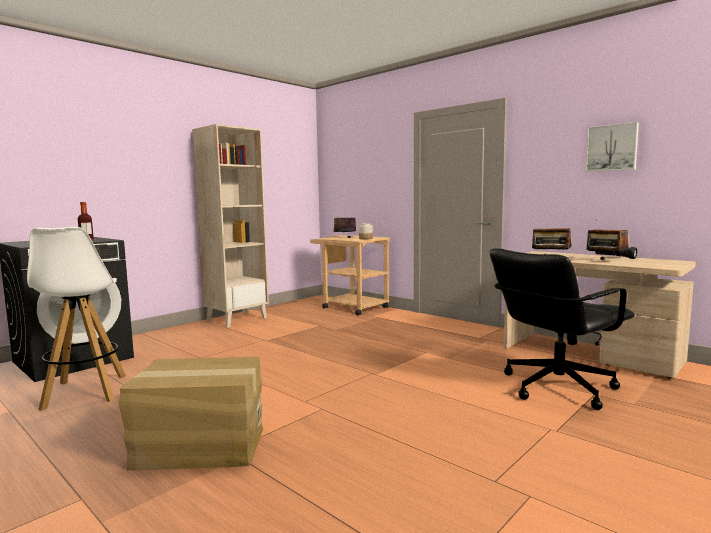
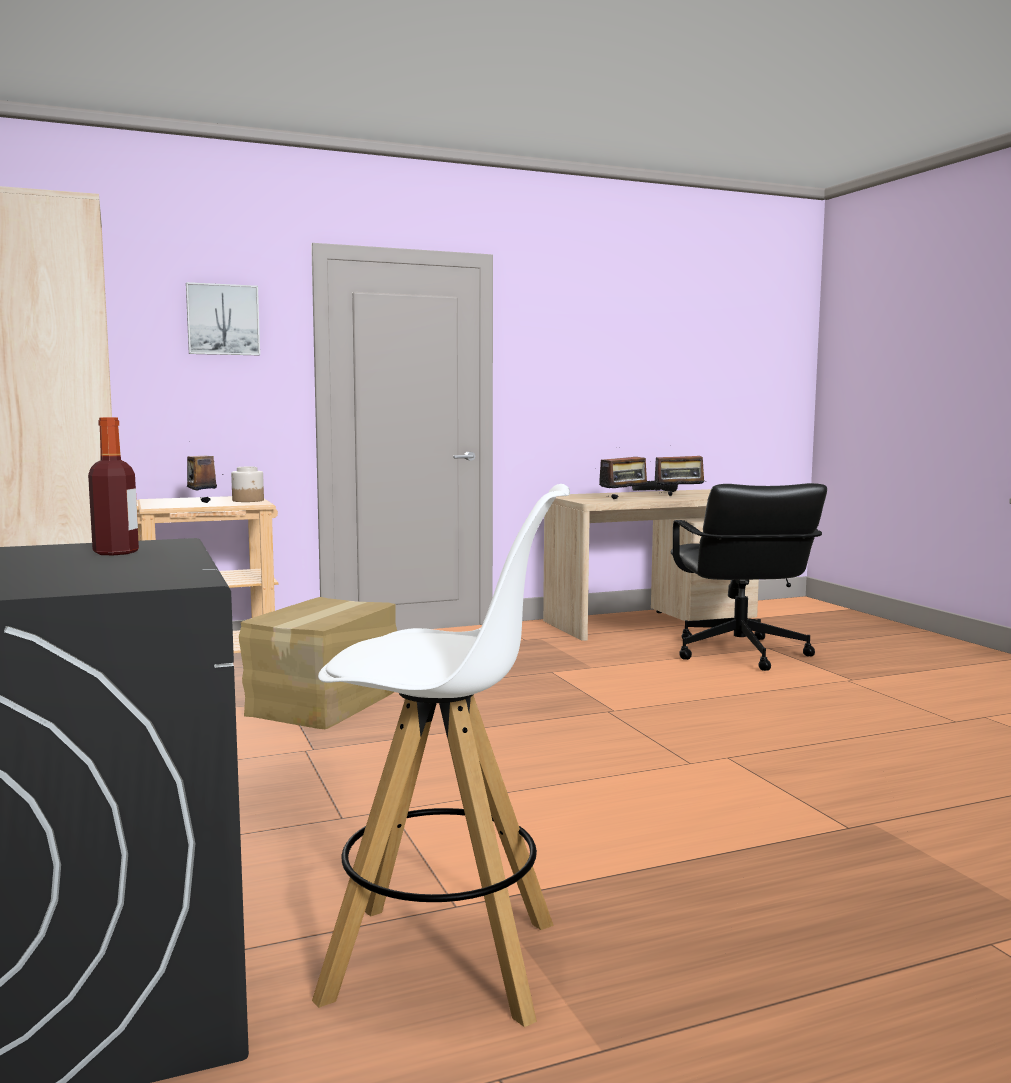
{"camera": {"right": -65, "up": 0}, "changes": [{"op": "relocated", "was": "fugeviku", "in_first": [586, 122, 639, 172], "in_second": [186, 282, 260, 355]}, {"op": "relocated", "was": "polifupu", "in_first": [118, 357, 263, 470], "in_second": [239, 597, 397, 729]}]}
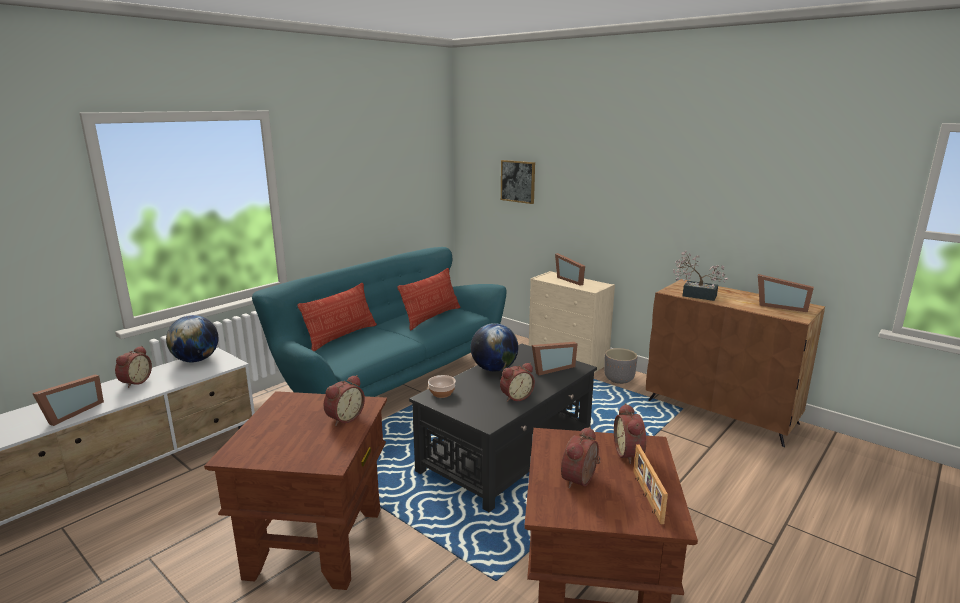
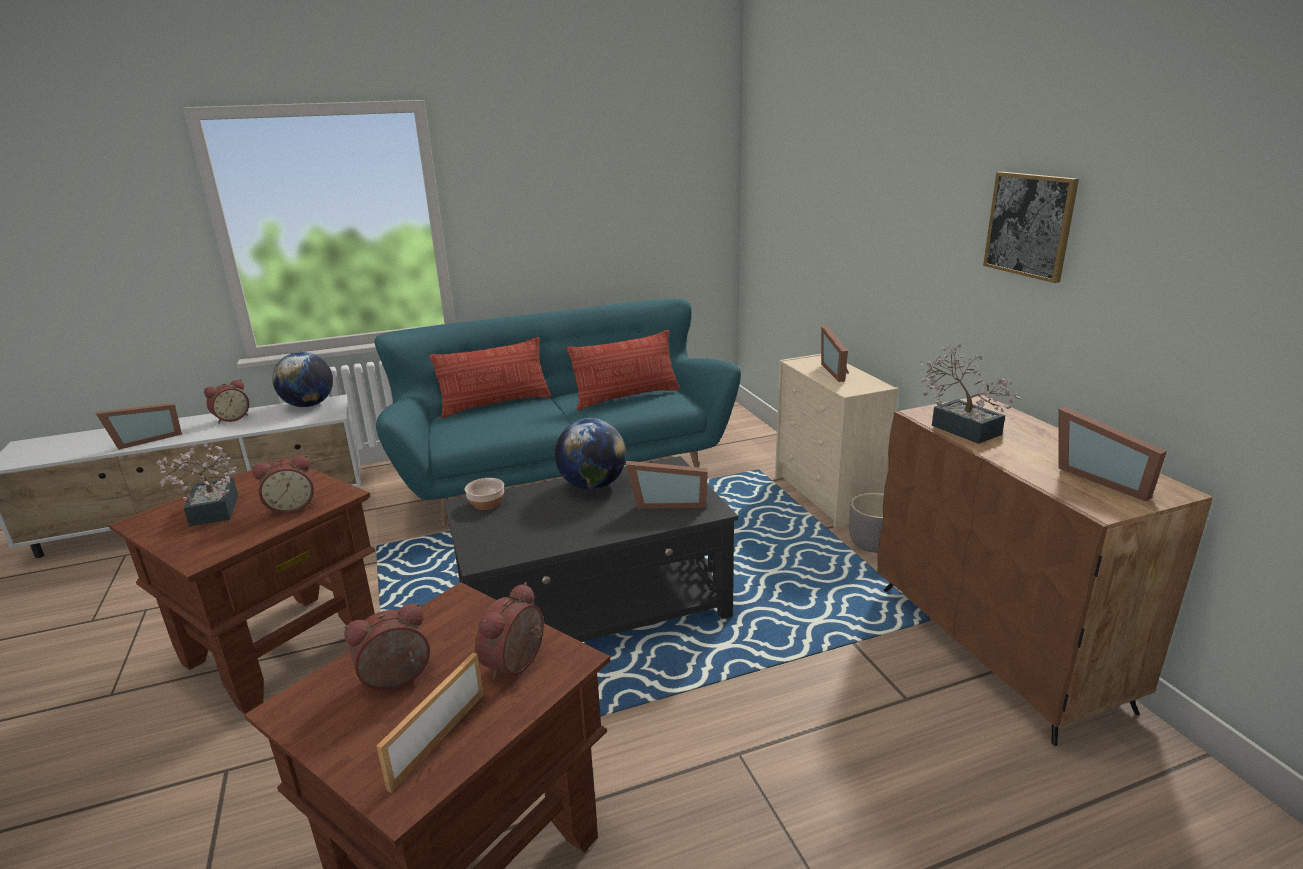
{"camera": {"right": 30, "up": 5}, "changes": [{"op": "relocated", "was": "fugeviku", "in_first": [501, 160, 535, 204], "in_second": [983, 172, 1079, 283]}, {"op": "missing", "was": "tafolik", "in_first": [500, 363, 535, 402]}, {"op": "appeared", "now": "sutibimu", "in_second": [157, 443, 238, 527]}]}
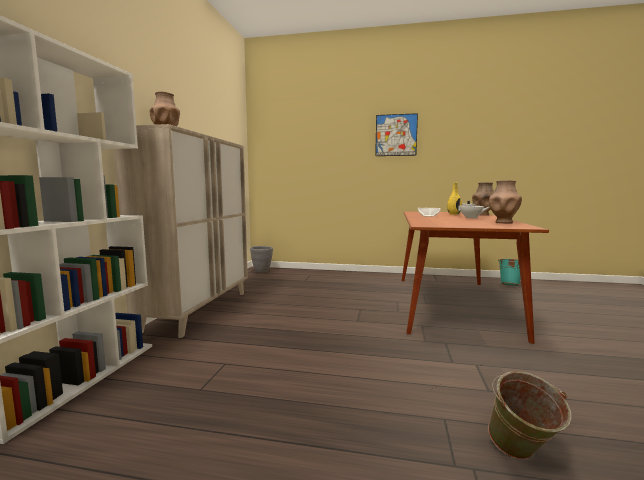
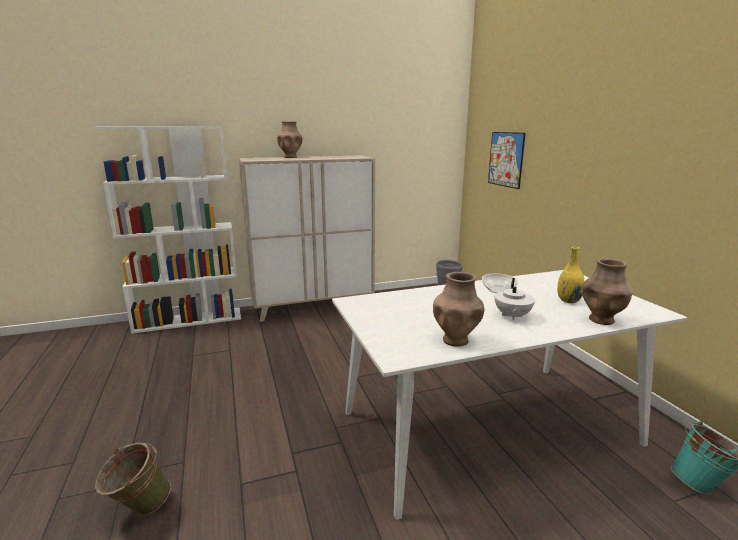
{"camera": {"right": 60, "up": 10}, "changes": [{"op": "relocated", "was": "fugeviku", "in_first": [375, 113, 418, 156], "in_second": [488, 132, 526, 189]}, {"op": "colour", "was": "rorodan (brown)", "now": "rorodan (white)", "in_first": [402, 211, 549, 344], "in_second": [332, 270, 687, 520]}]}
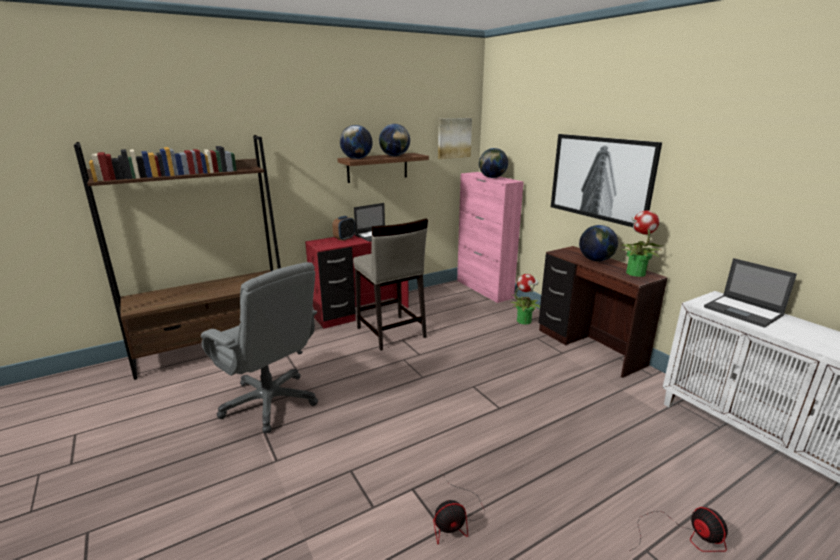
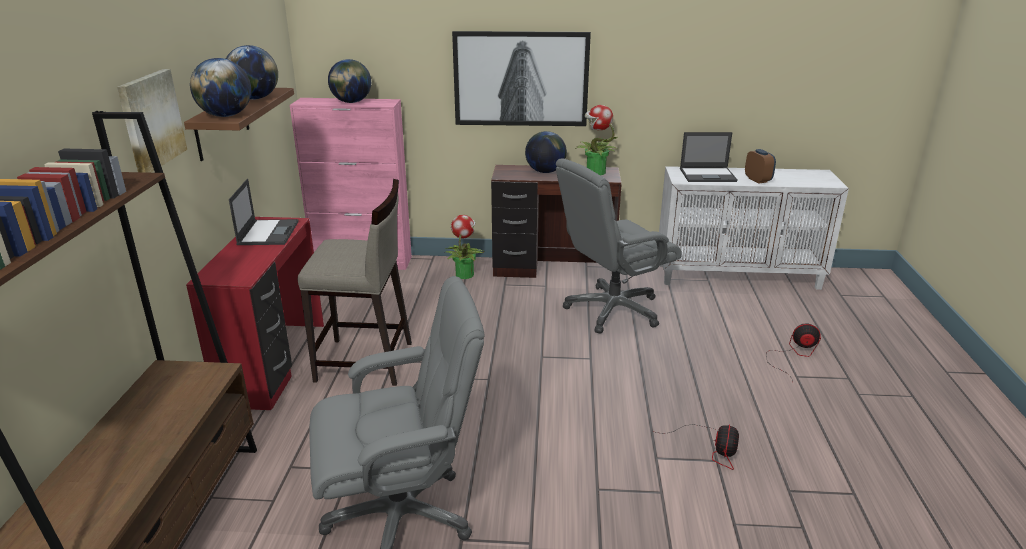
{"camera": {"right": -55, "up": 5}, "changes": [{"op": "relocated", "was": "fugeviku", "in_first": [438, 118, 472, 159], "in_second": [117, 69, 187, 173]}, {"op": "relocated", "was": "tafolik", "in_first": [332, 216, 355, 241], "in_second": [745, 149, 776, 184]}, {"op": "appeared", "now": "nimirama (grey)", "in_second": [556, 158, 682, 334]}]}
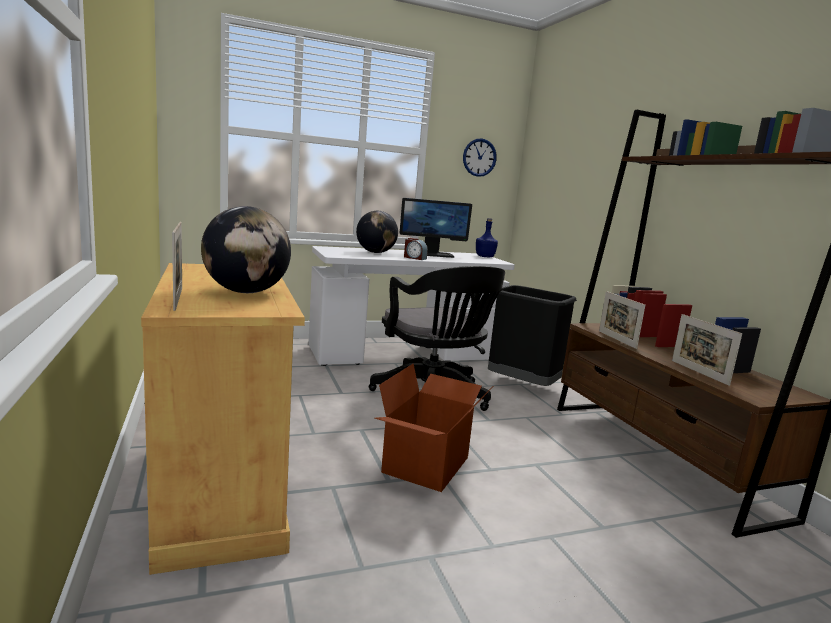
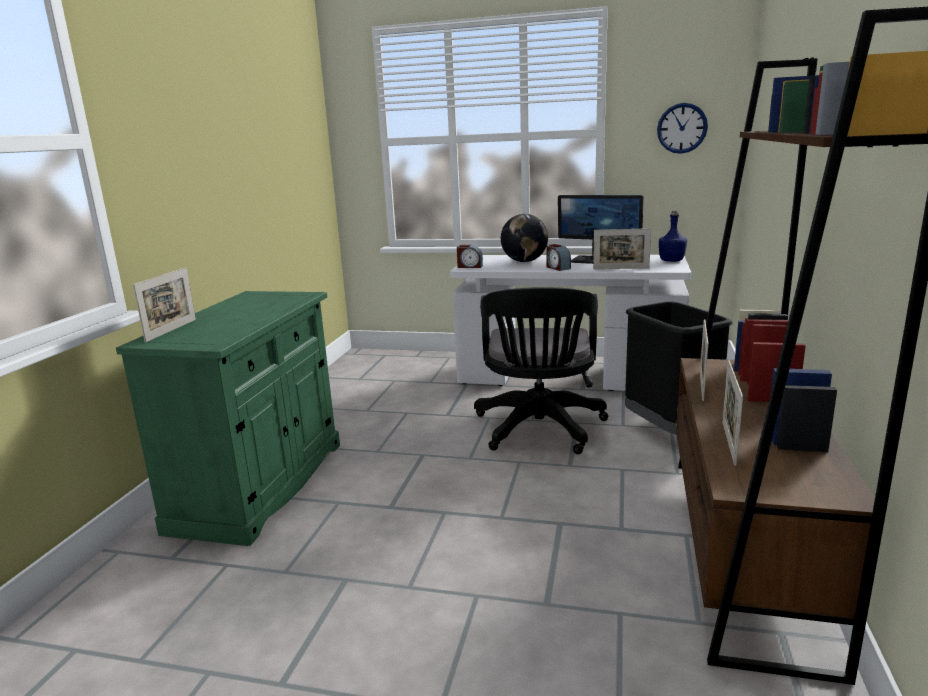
{"camera": {"right": 35, "up": 5}, "changes": [{"op": "missing", "was": "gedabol", "in_first": [201, 206, 291, 293]}, {"op": "colour", "was": "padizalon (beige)", "now": "padizalon (green)", "in_first": [141, 263, 305, 575], "in_second": [116, 291, 340, 546]}, {"op": "missing", "was": "polifupu", "in_first": [374, 364, 493, 492]}, {"op": "appeared", "now": "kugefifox", "in_second": [593, 228, 651, 269]}, {"op": "appeared", "now": "tafolik", "in_second": [457, 245, 483, 268]}]}
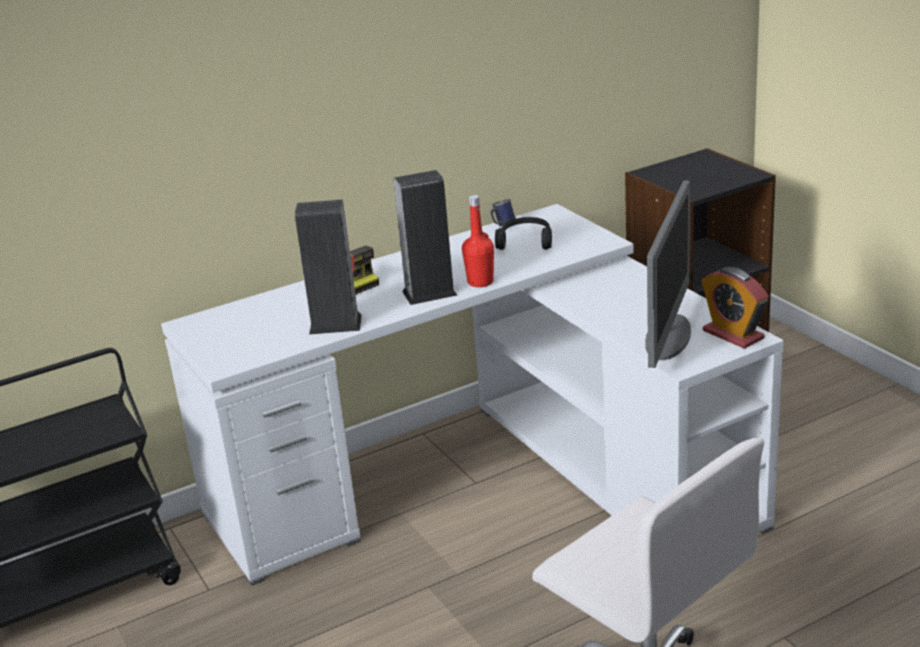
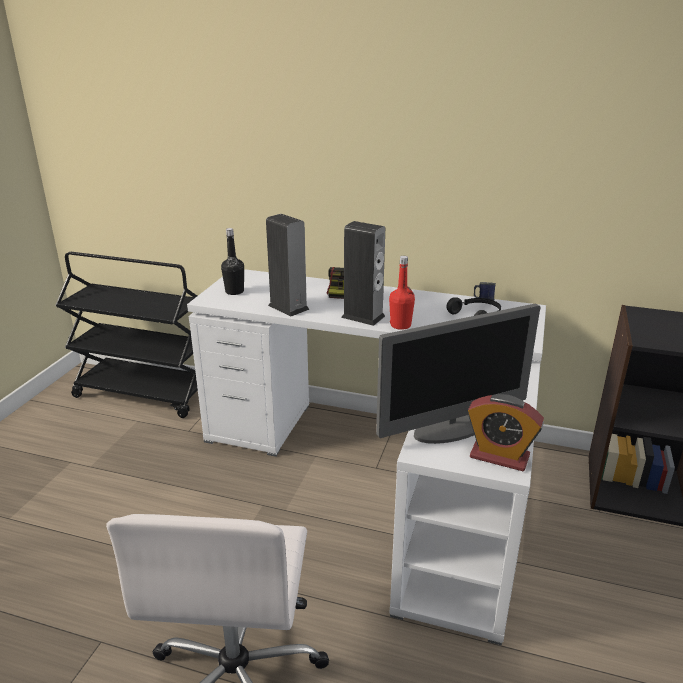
{"camera": {"right": 45, "up": 0}, "changes": [{"op": "spun", "was": "tafolik", "in_first": [701, 267, 769, 349], "in_second": [467, 394, 544, 471], "clockwise": -75}, {"op": "appeared", "now": "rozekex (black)", "in_second": [221, 228, 244, 295]}]}
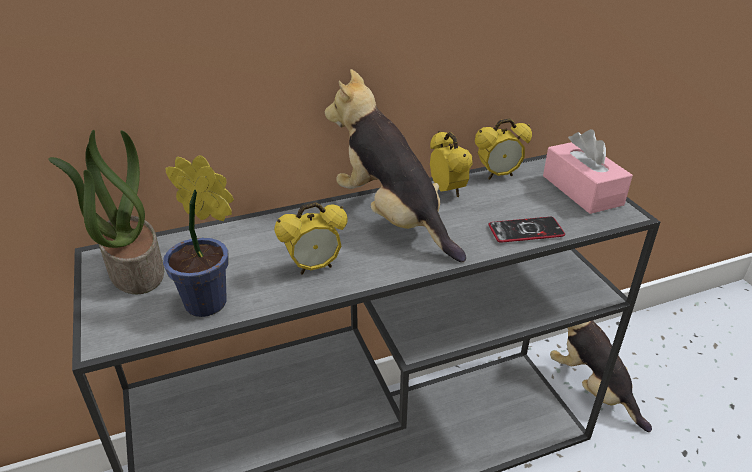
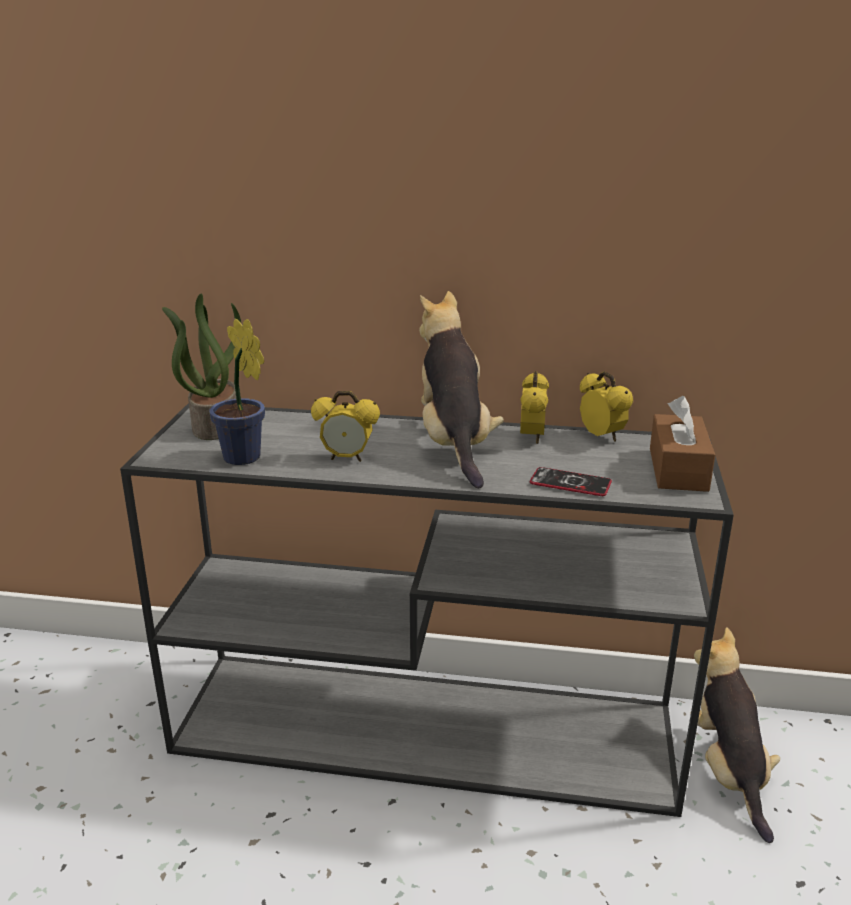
{"camera": {"right": 30, "up": -10}, "changes": [{"op": "spun", "was": "tafolik", "in_first": [475, 118, 532, 179], "in_second": [580, 371, 633, 441], "clockwise": -135}, {"op": "colour", "was": "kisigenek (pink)", "now": "kisigenek (brown)", "in_first": [543, 129, 633, 214], "in_second": [650, 396, 715, 492]}]}
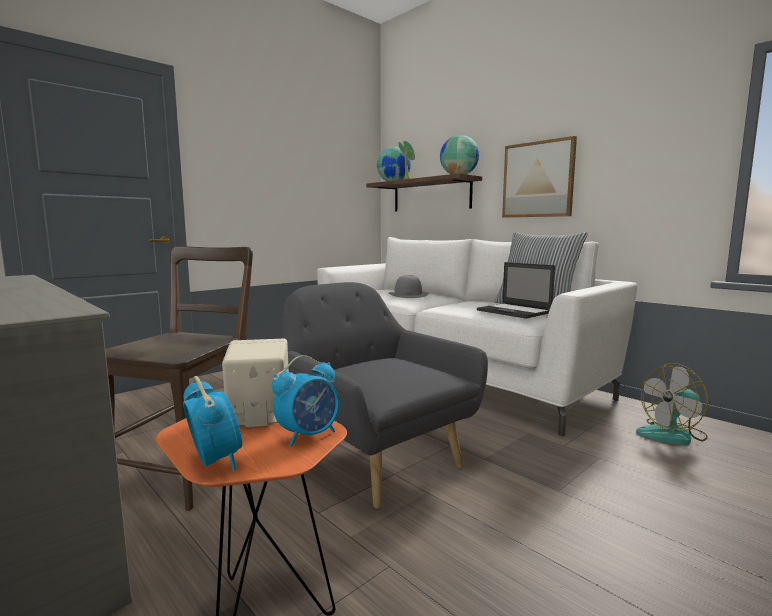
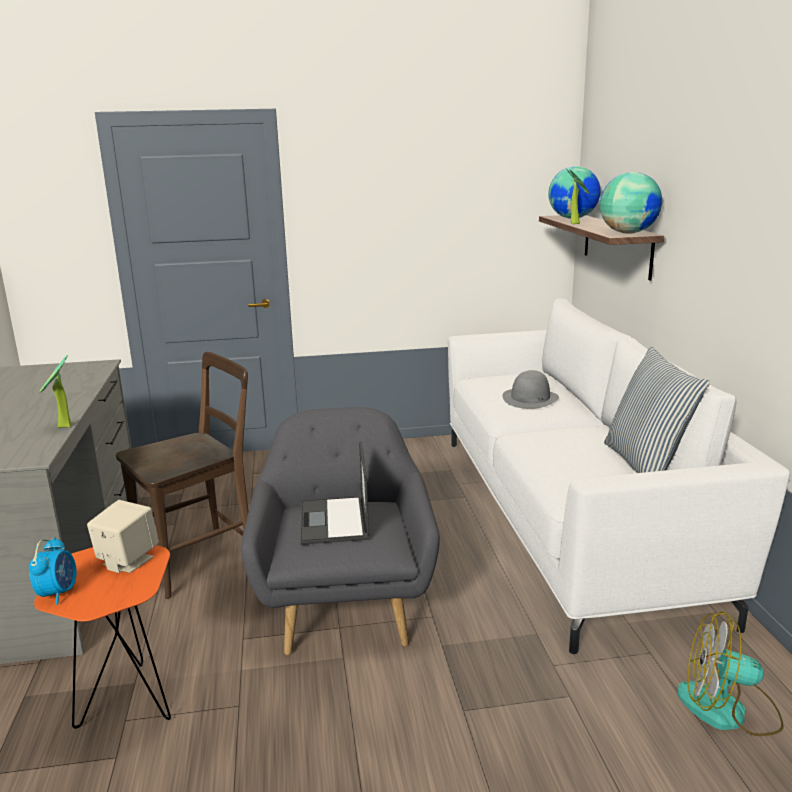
{"camera": {"right": 35, "up": 10}, "changes": [{"op": "missing", "was": "fugeviku", "in_first": [502, 136, 577, 218]}, {"op": "relocated", "was": "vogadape", "in_first": [477, 262, 555, 319], "in_second": [300, 441, 370, 545]}, {"op": "missing", "was": "tafolik", "in_first": [272, 355, 339, 447]}, {"op": "appeared", "now": "sutibimu", "in_second": [38, 355, 71, 428]}]}
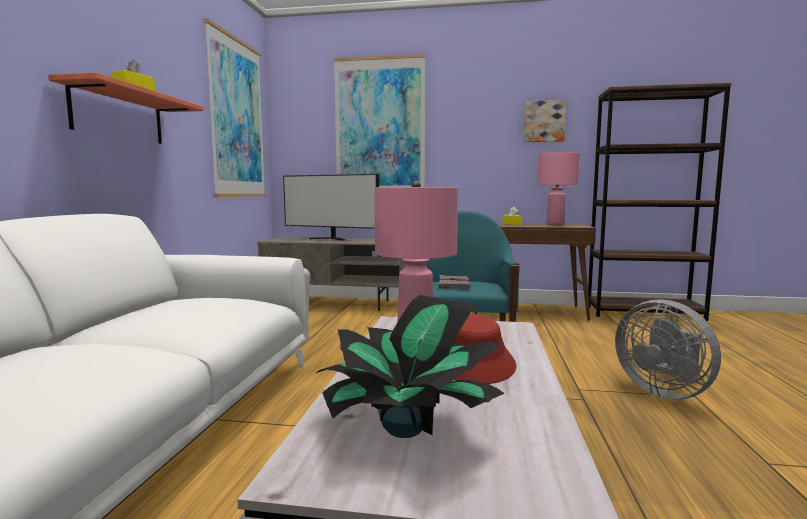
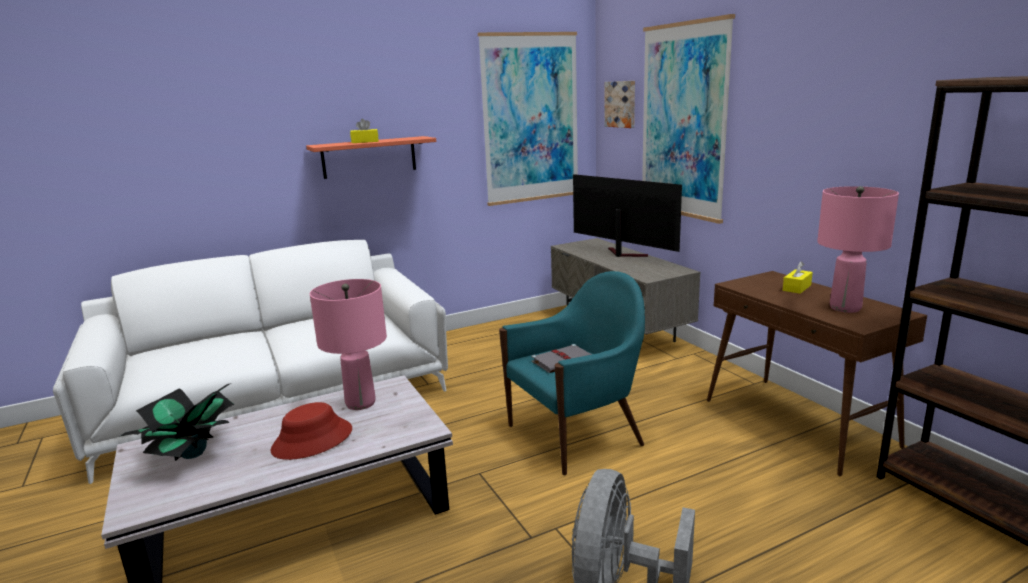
{"camera": {"right": 55, "up": 10}, "changes": [{"op": "relocated", "was": "fugeviku", "in_first": [523, 100, 566, 142], "in_second": [605, 81, 635, 128]}, {"op": "spun", "was": "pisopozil", "in_first": [283, 174, 379, 241], "in_second": [573, 174, 682, 257], "clockwise": 150}]}
